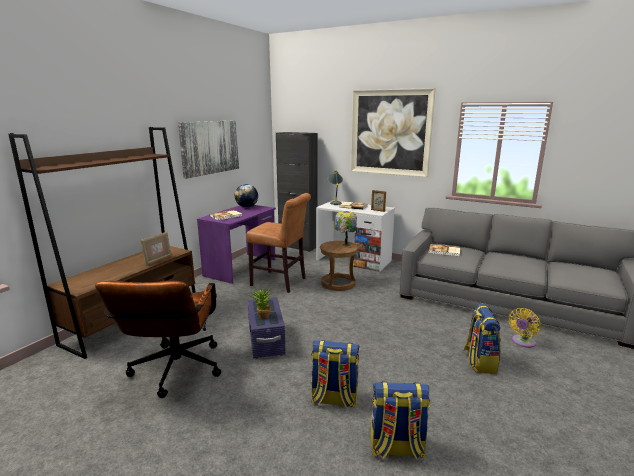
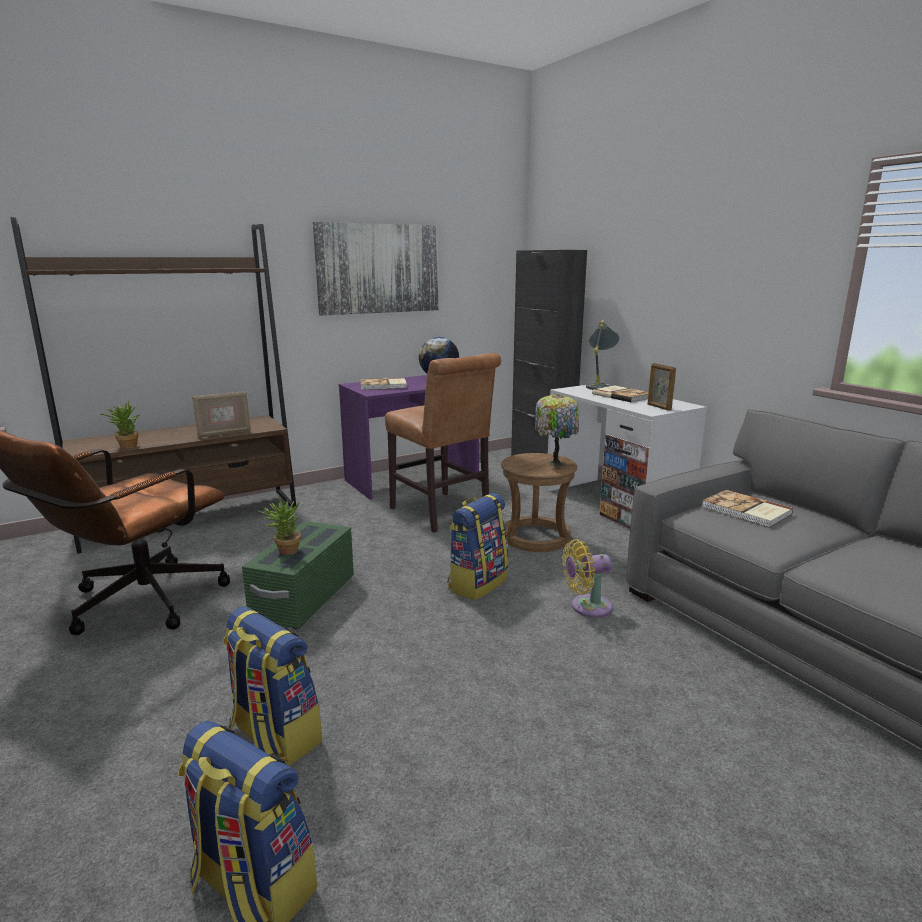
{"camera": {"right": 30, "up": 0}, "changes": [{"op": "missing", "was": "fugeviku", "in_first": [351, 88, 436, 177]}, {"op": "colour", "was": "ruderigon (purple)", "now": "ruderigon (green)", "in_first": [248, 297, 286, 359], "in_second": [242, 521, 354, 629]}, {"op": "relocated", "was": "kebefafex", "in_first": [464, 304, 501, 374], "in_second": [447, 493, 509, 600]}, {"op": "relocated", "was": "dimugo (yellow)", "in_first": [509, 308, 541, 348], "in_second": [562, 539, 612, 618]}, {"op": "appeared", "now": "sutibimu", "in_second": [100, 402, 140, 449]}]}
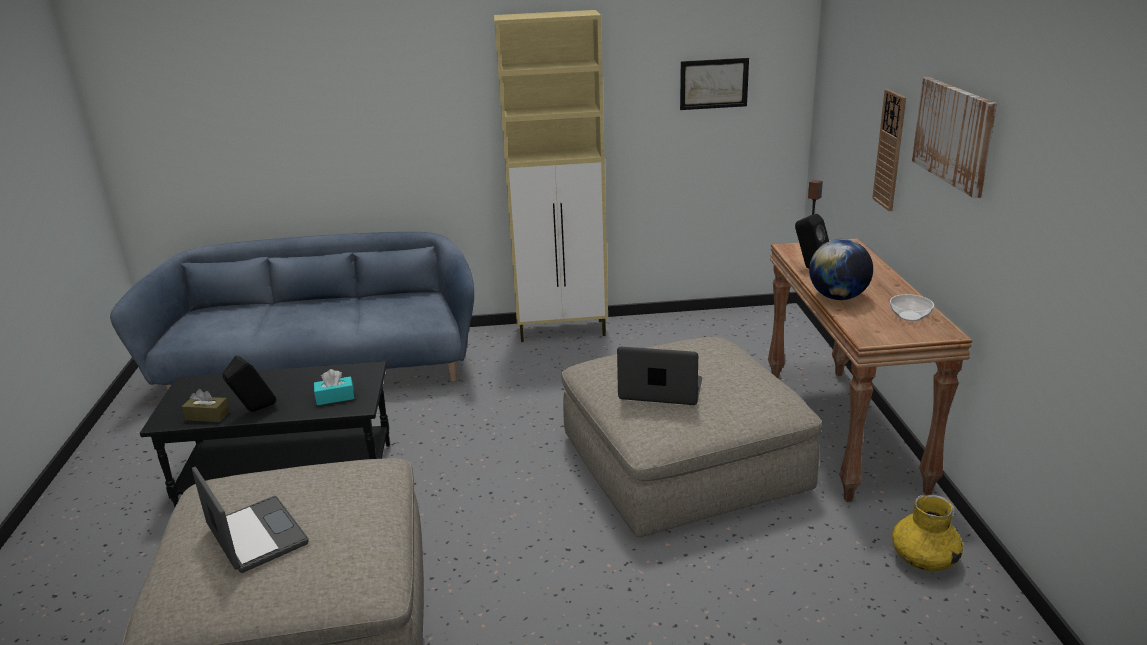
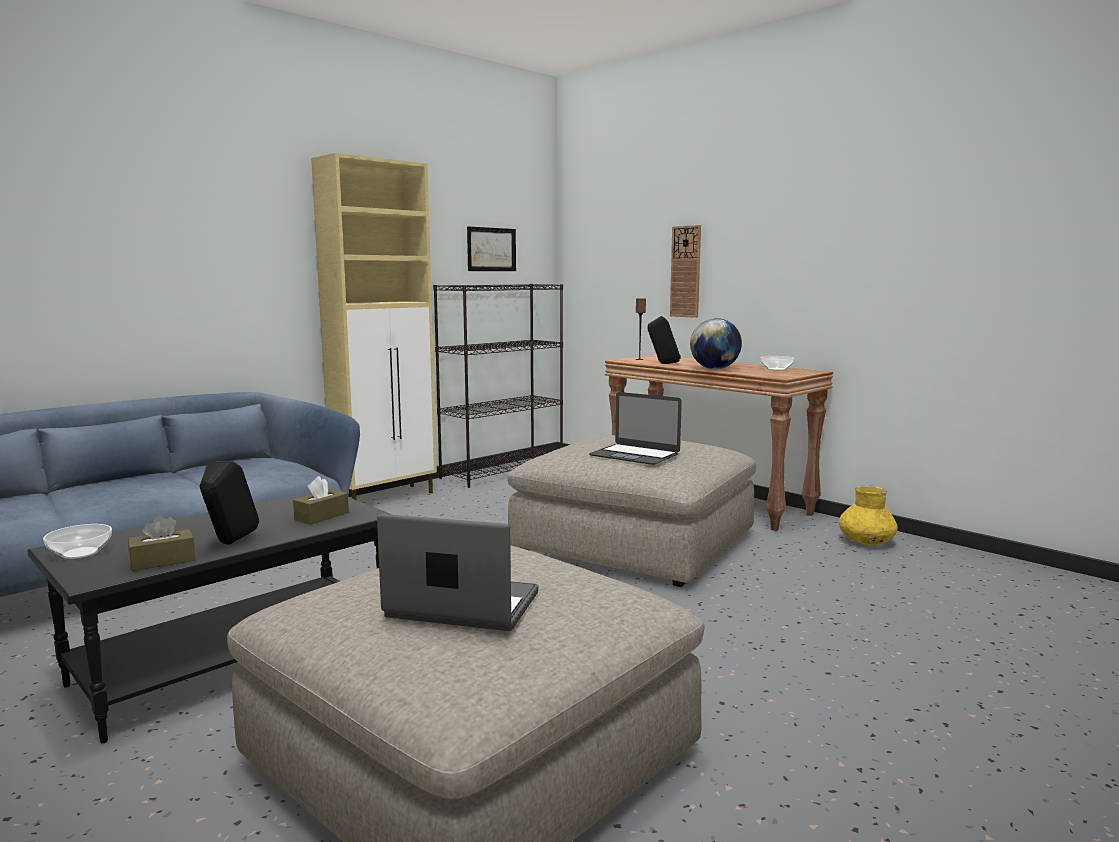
{"camera": {"right": -40, "up": -15}, "changes": [{"op": "missing", "was": "fugeviku", "in_first": [912, 77, 997, 198]}, {"op": "spun", "was": "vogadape", "in_first": [617, 347, 702, 405], "in_second": [589, 392, 682, 465], "clockwise": -120}, {"op": "colour", "was": "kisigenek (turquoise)", "now": "kisigenek (brown)", "in_first": [314, 369, 354, 405], "in_second": [293, 476, 349, 525]}, {"op": "appeared", "now": "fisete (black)", "in_second": [433, 284, 563, 488]}, {"op": "appeared", "now": "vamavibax", "in_second": [43, 524, 112, 559]}]}
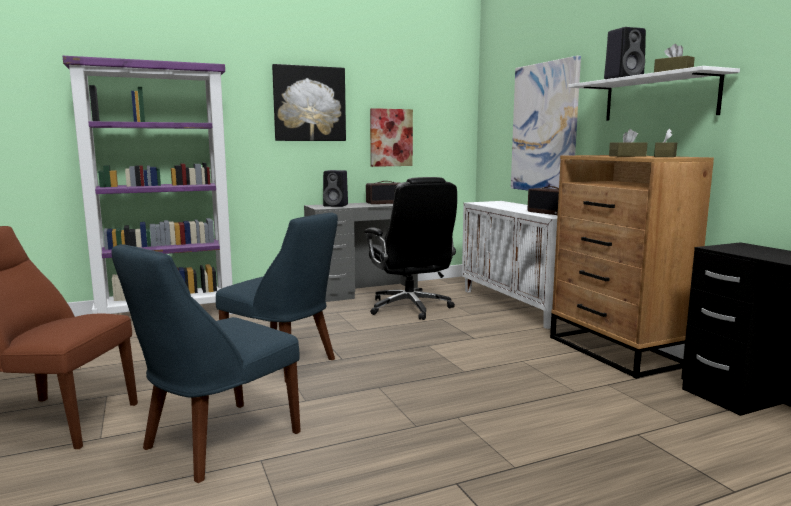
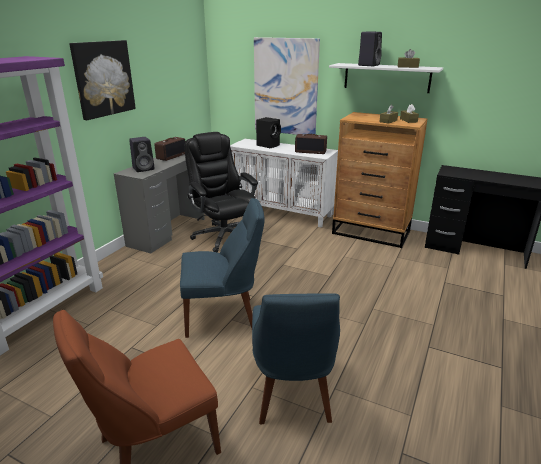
{"camera": {"right": -40, "up": 15}, "changes": [{"op": "missing", "was": "fugeviku", "in_first": [370, 108, 413, 167]}, {"op": "spun", "was": "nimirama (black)", "in_first": [365, 177, 457, 320], "in_second": [185, 132, 258, 252], "clockwise": -150}, {"op": "appeared", "now": "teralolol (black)", "in_second": [256, 117, 281, 148]}]}
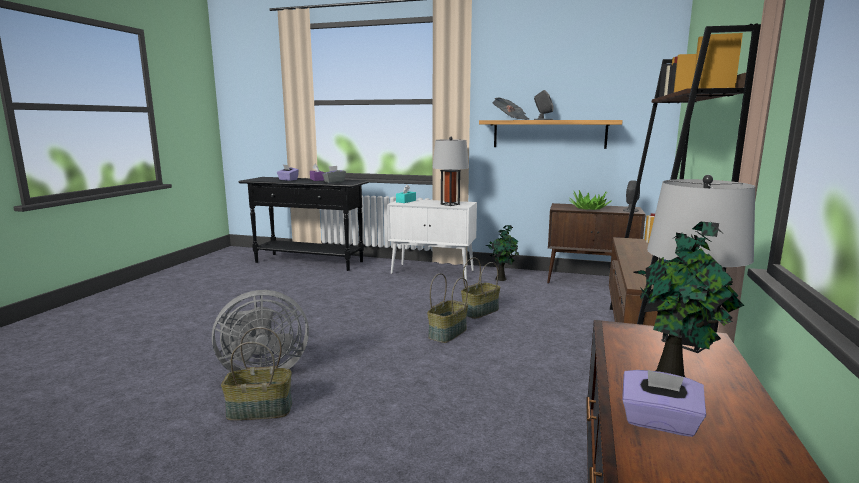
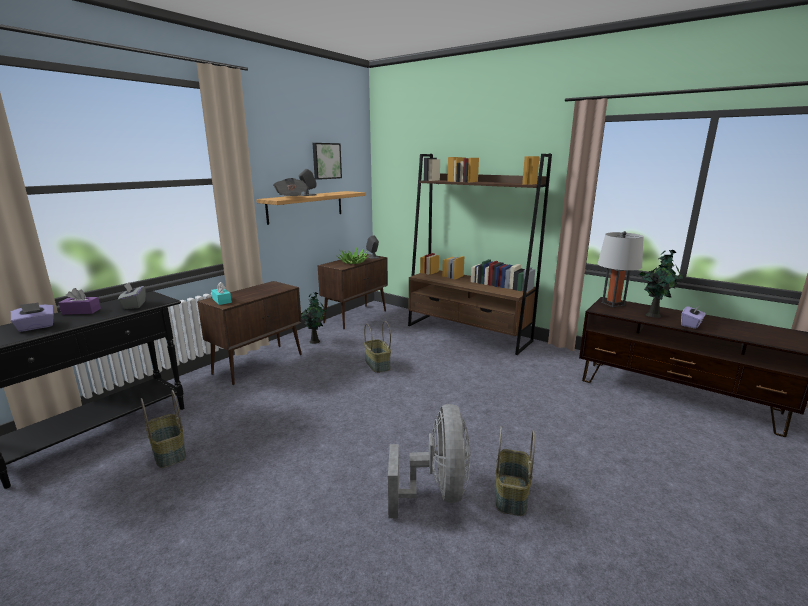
{"camera": {"right": -70, "up": 5}, "changes": [{"op": "missing", "was": "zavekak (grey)", "in_first": [432, 137, 469, 206]}, {"op": "colour", "was": "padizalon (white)", "now": "padizalon (brown)", "in_first": [387, 199, 477, 280], "in_second": [197, 281, 302, 385]}, {"op": "relocated", "was": "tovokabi", "in_first": [427, 273, 468, 343], "in_second": [141, 390, 186, 468]}, {"op": "appeared", "now": "fugeviku", "in_second": [313, 143, 342, 180]}]}
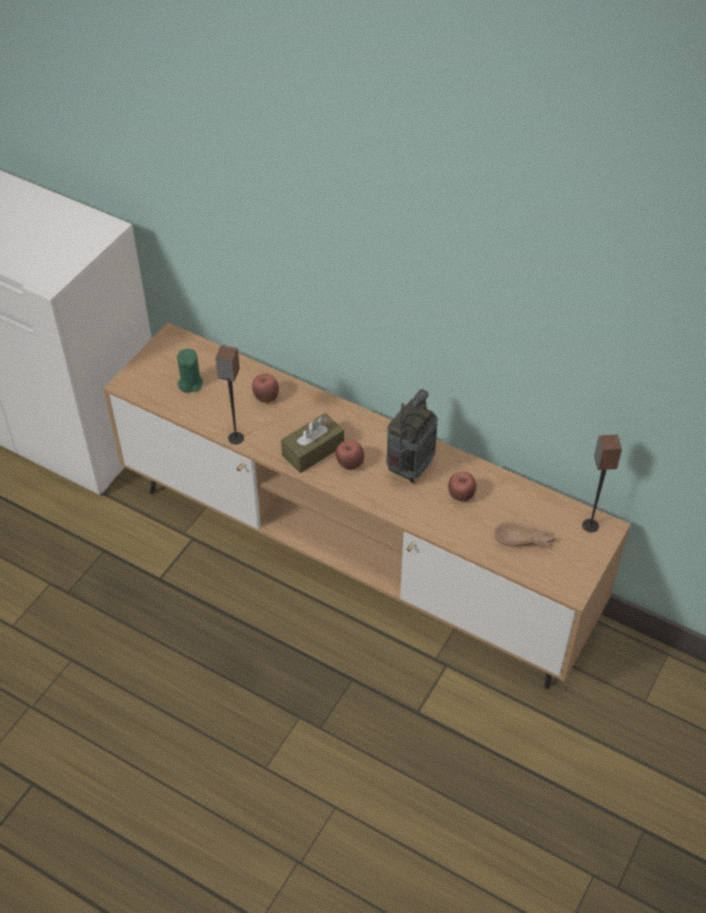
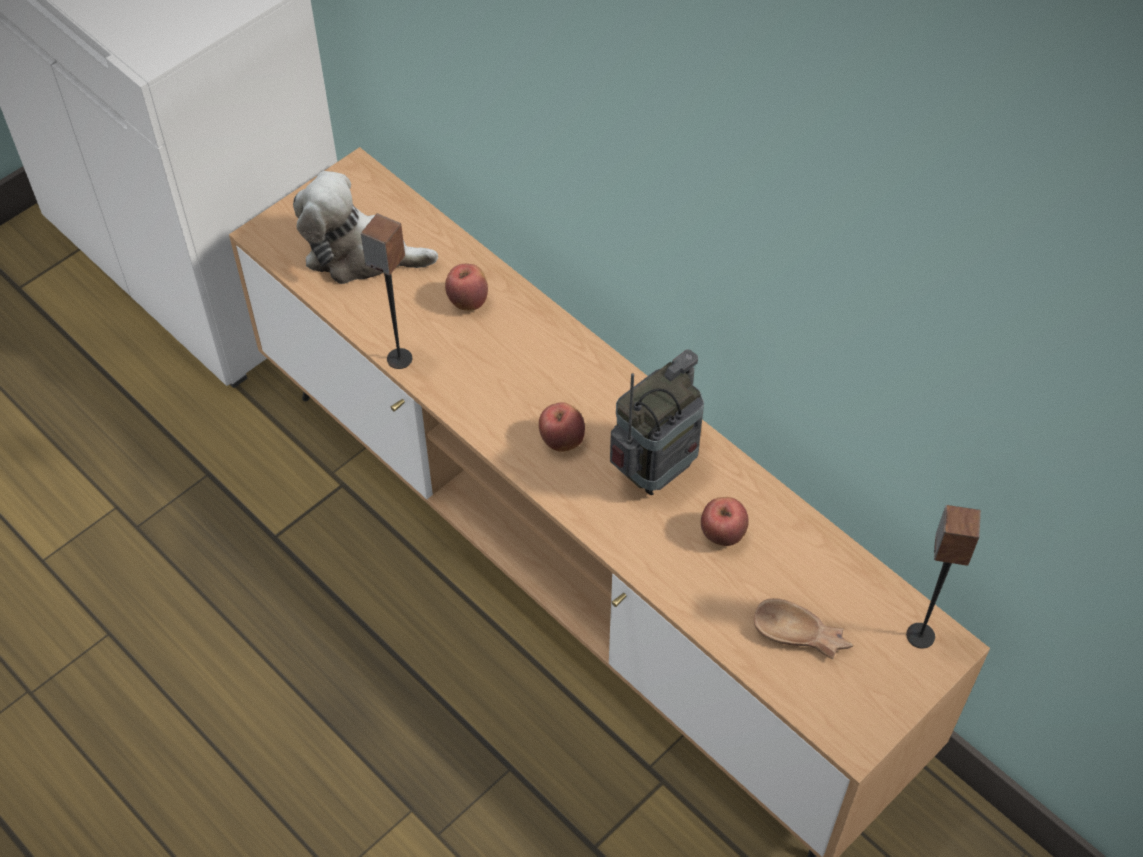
{"camera": {"right": 15, "up": 5}, "changes": [{"op": "exchanged", "was": "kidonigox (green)", "now": "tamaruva", "in_first": [177, 349, 203, 393], "in_second": [293, 171, 438, 284]}, {"op": "missing", "was": "kisigenek (brown)", "in_first": [281, 413, 344, 473]}]}
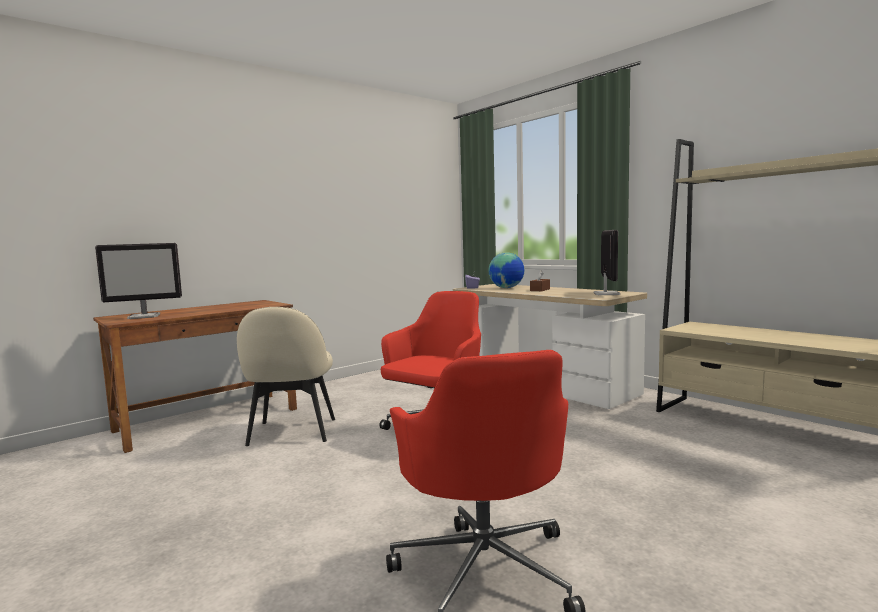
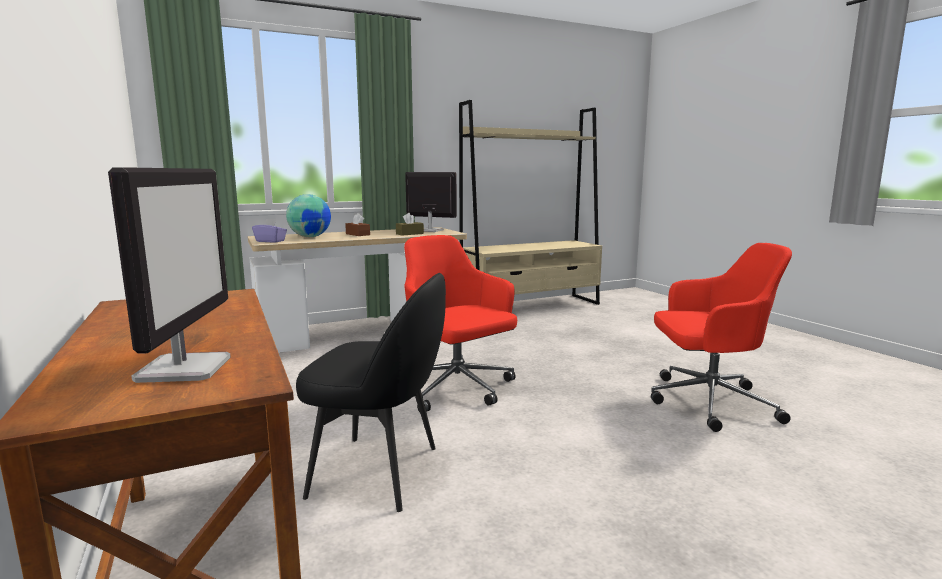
{"camera": {"right": -75, "up": 5}, "changes": [{"op": "colour", "was": "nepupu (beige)", "now": "nepupu (black)", "in_first": [237, 307, 335, 446], "in_second": [296, 273, 446, 512]}, {"op": "appeared", "now": "kisigenek (brown)", "in_second": [396, 213, 424, 236]}]}
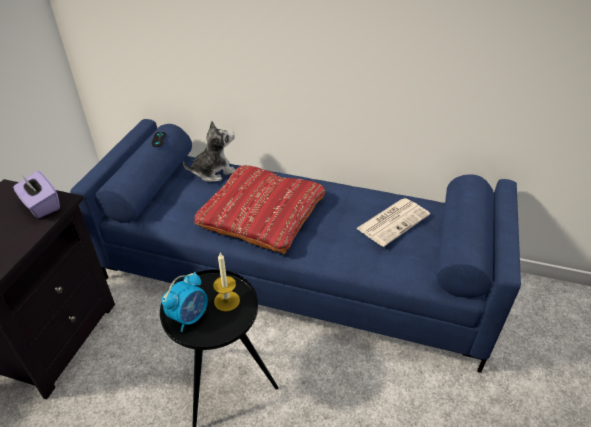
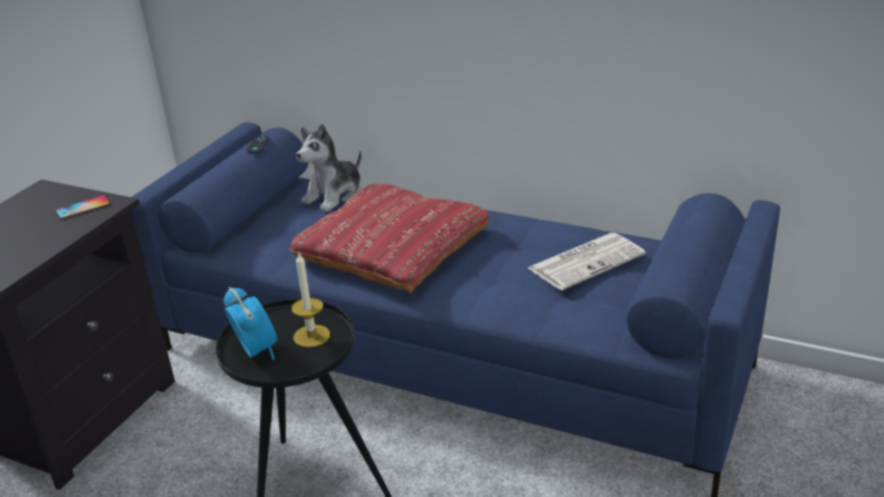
{"camera": {"right": 10, "up": -10}, "changes": [{"op": "spun", "was": "tamaruva", "in_first": [183, 121, 236, 182], "in_second": [296, 124, 361, 212], "clockwise": 150}, {"op": "exchanged", "was": "kisigenek (purple)", "now": "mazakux", "in_first": [13, 171, 60, 218], "in_second": [55, 195, 110, 219]}, {"op": "spun", "was": "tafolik", "in_first": [162, 272, 208, 332], "in_second": [224, 287, 278, 360], "clockwise": -75}]}
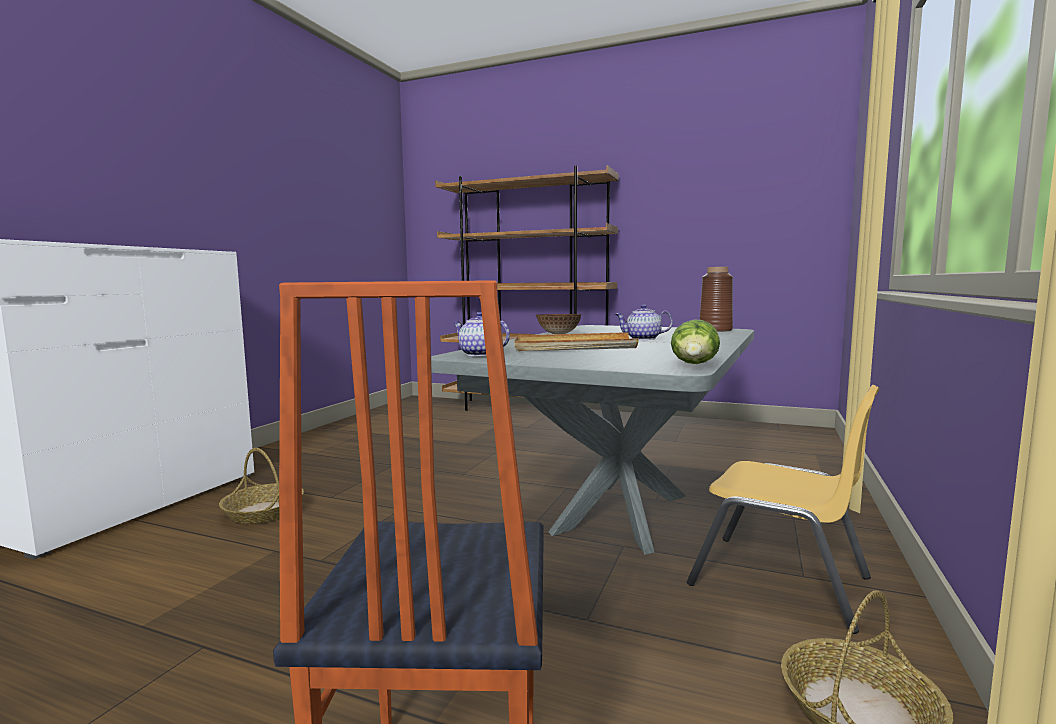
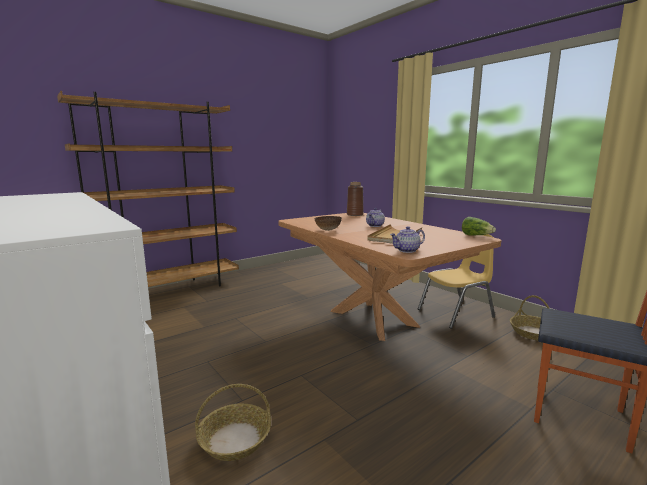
{"camera": {"right": -60, "up": 5}, "changes": [{"op": "colour", "was": "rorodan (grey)", "now": "rorodan (brown)", "in_first": [431, 325, 754, 555], "in_second": [279, 213, 501, 341]}]}
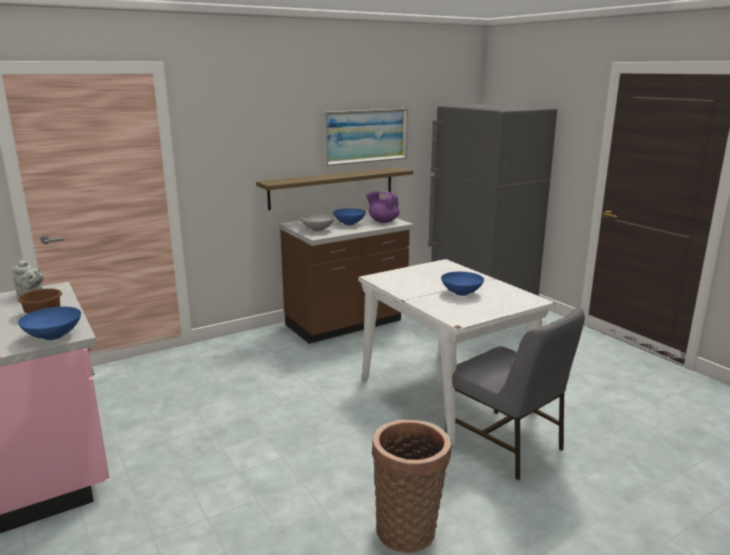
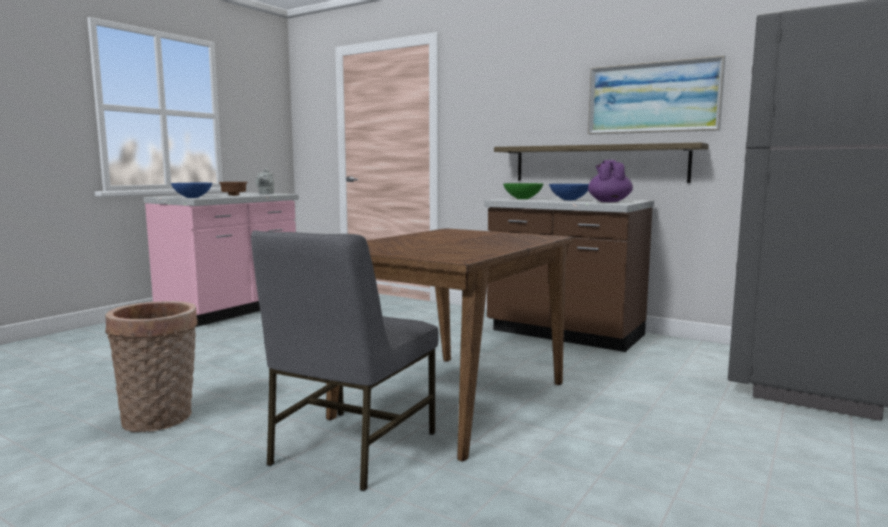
{"camera": {"right": 65, "up": -10}, "changes": [{"op": "colour", "was": "vamavibax (grey)", "now": "vamavibax (green)", "in_first": [301, 214, 335, 232], "in_second": [503, 183, 543, 199]}, {"op": "colour", "was": "rorodan (white)", "now": "rorodan (brown)", "in_first": [358, 259, 555, 447], "in_second": [326, 228, 573, 461]}, {"op": "missing", "was": "vamavibax (blue)", "in_first": [441, 272, 484, 296]}]}
